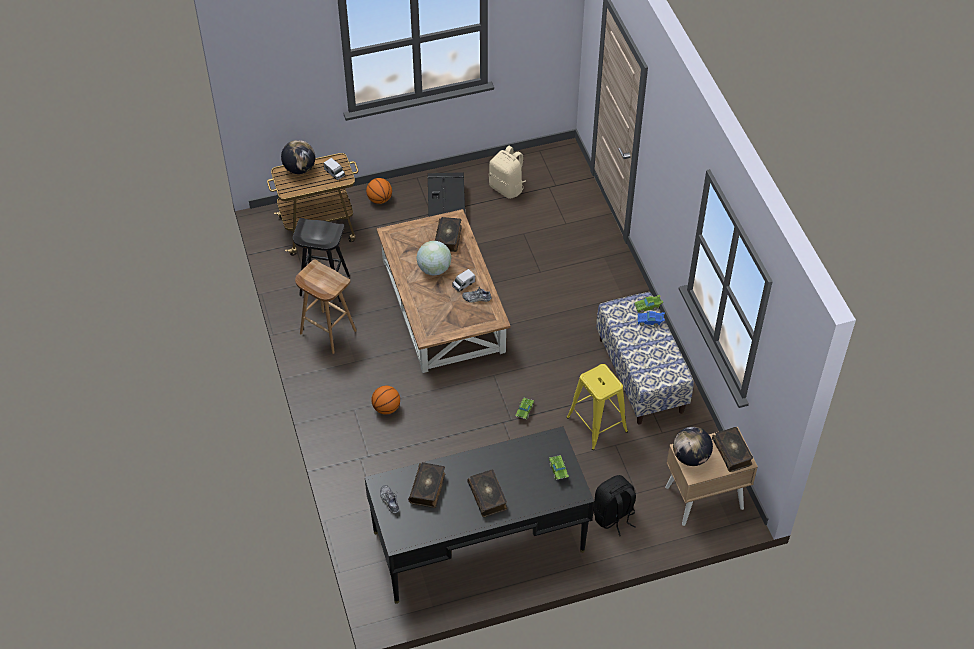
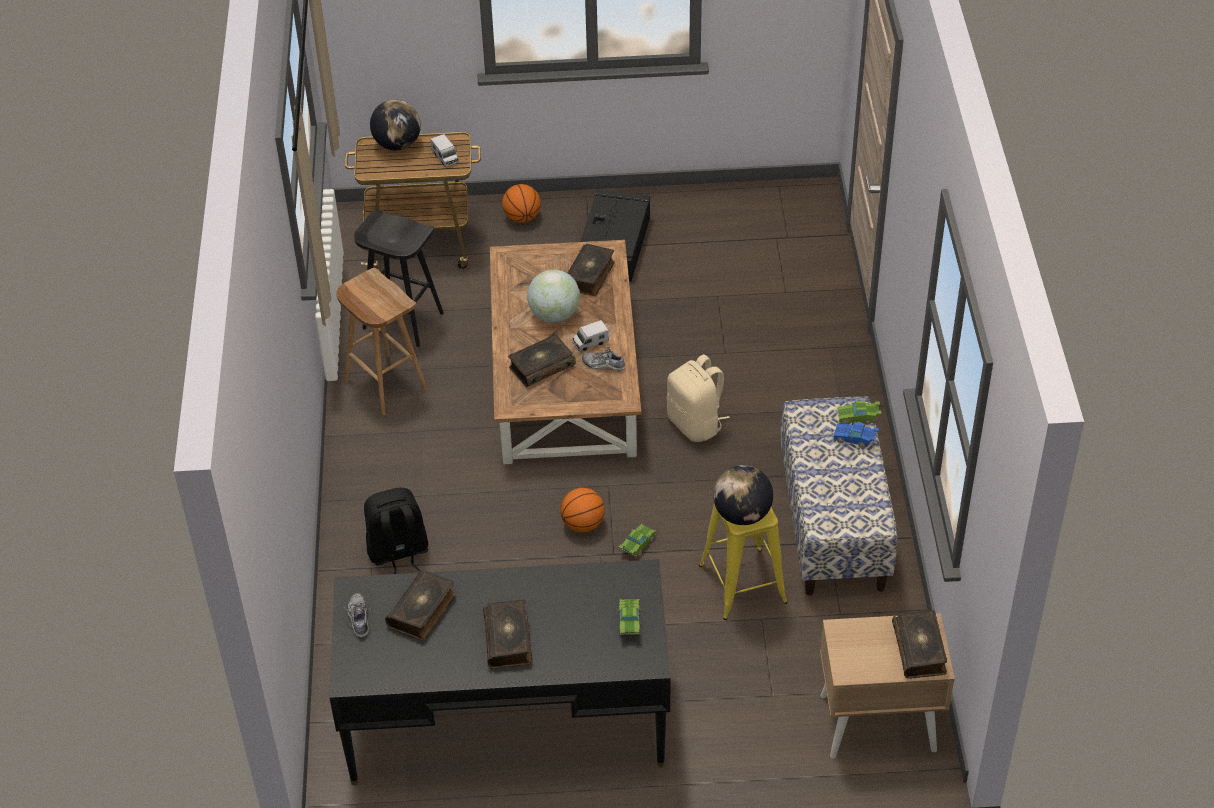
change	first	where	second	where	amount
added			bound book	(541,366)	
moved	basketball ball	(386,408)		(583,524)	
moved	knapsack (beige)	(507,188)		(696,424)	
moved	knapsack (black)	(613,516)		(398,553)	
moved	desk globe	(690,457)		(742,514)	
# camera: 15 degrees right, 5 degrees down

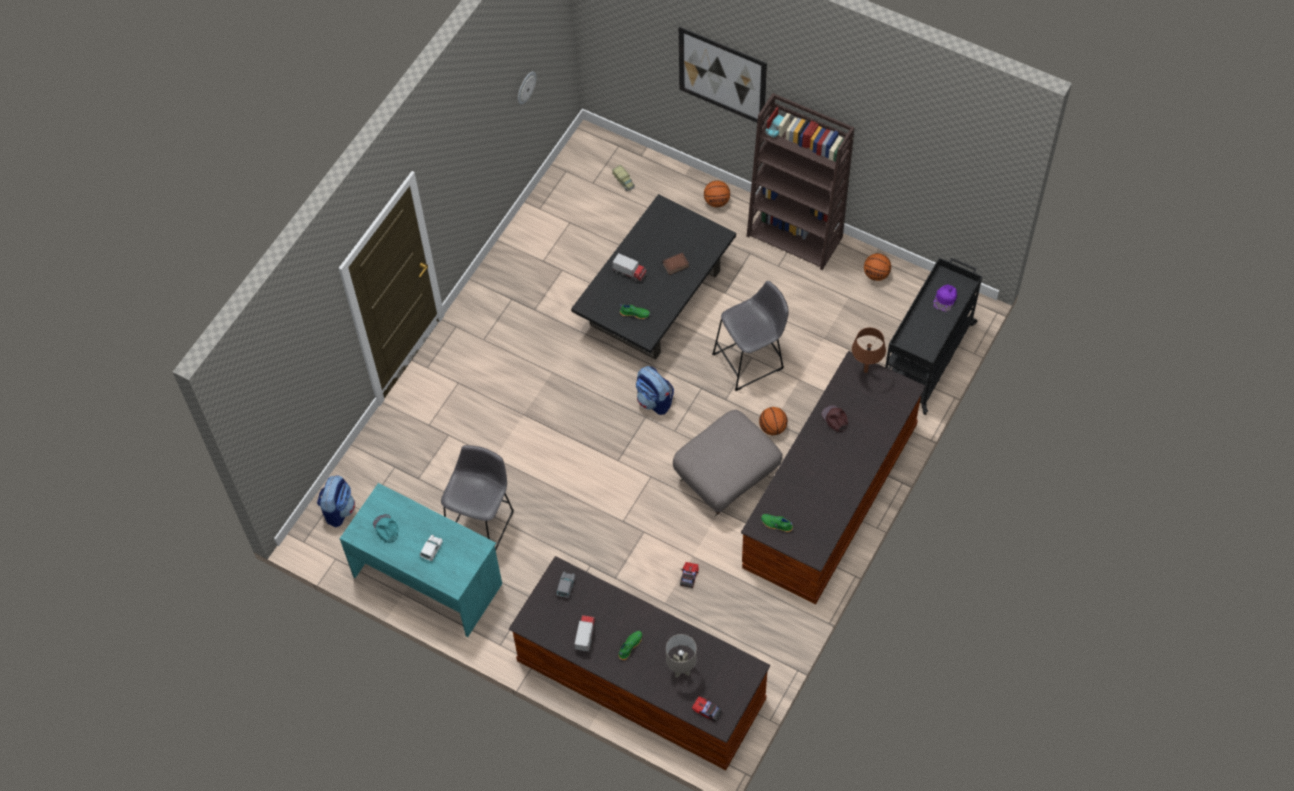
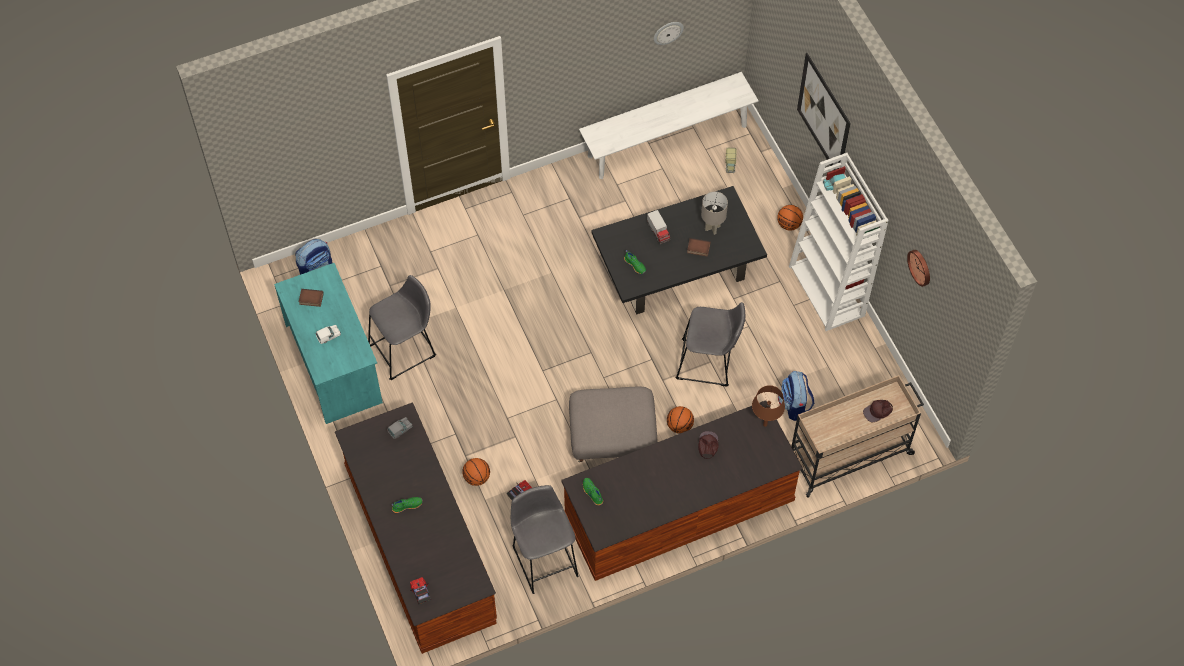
change	first	where	second	where	amount
removed	toy lorry	(585,636)			
added			stool seat (greyish)	(544,558)	
added			indoor bench (white)	(667,141)	
added			hanging clock	(920,267)	
moved	knapsack	(654,401)		(794,405)	
moved	table lamp (greyish)	(681,670)		(712,228)	
moved	basketball ball	(876,274)		(476,477)	
replaced	baseball cap (turquoise)	(386,529)	bound book	(310,299)	
recoloured	bookcase (brown)	(795,236)	bookcase (white)	(827,291)	
recoloured	wheeled cart (black)	(927,356)	wheeled cart (beige)	(850,454)	
recoloured	baseball cap (purple)	(945,299)	baseball cap (brown)	(878,411)	
# camera: 35 degrees right, 0 degrees up

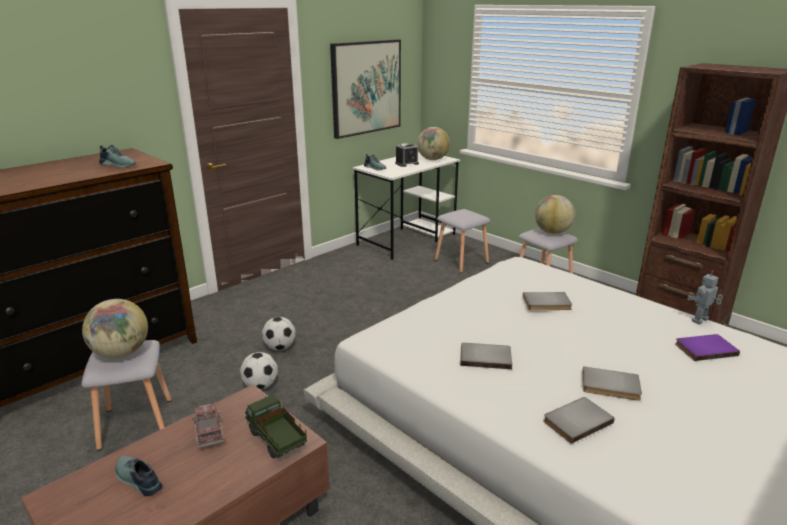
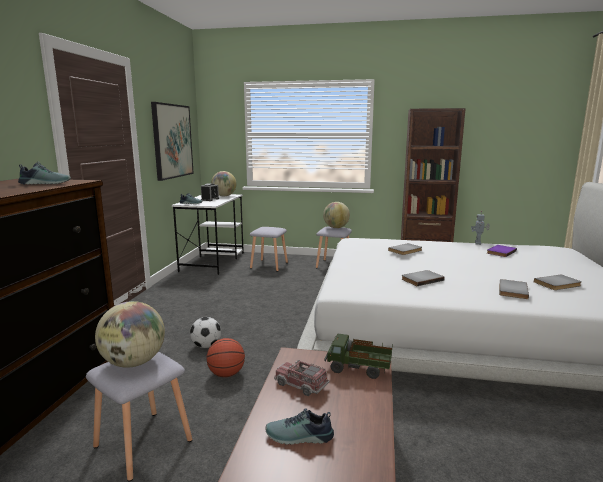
change	first	where	second	where	amount
moved	bound book (greyish)	(610,386)		(558,284)	
replaced	football	(261,386)	basketball ball	(226,374)	
# camera: 35 degrees left, 10 degrees down

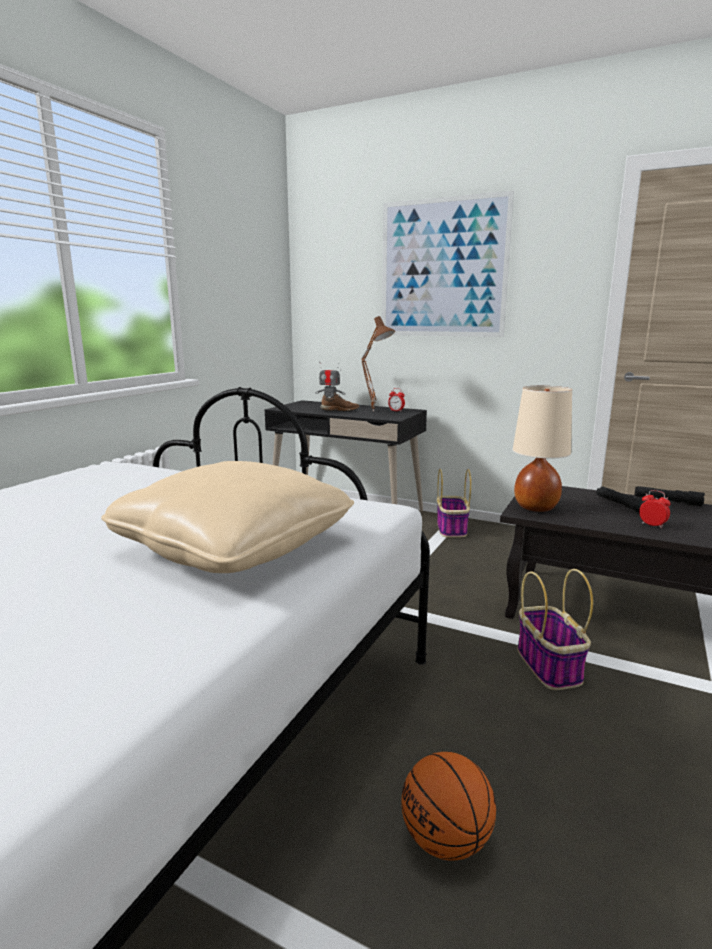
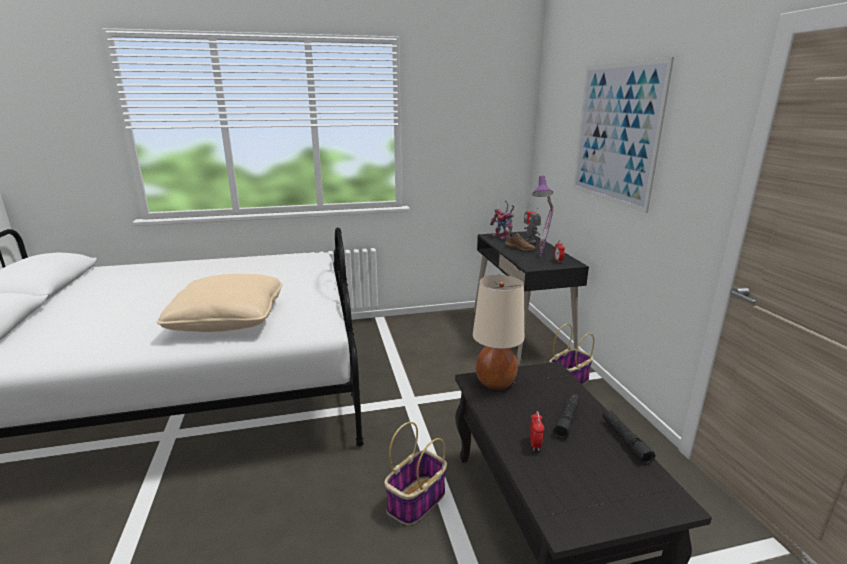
change	first	where	second	where	amount
removed	basketball ball	(445,840)			
added			model robot	(502,237)	
recoloured	table lamp (brown)	(374,411)	table lamp (purple)	(542,256)	
# camera: 50 degrees right, 5 degrees up

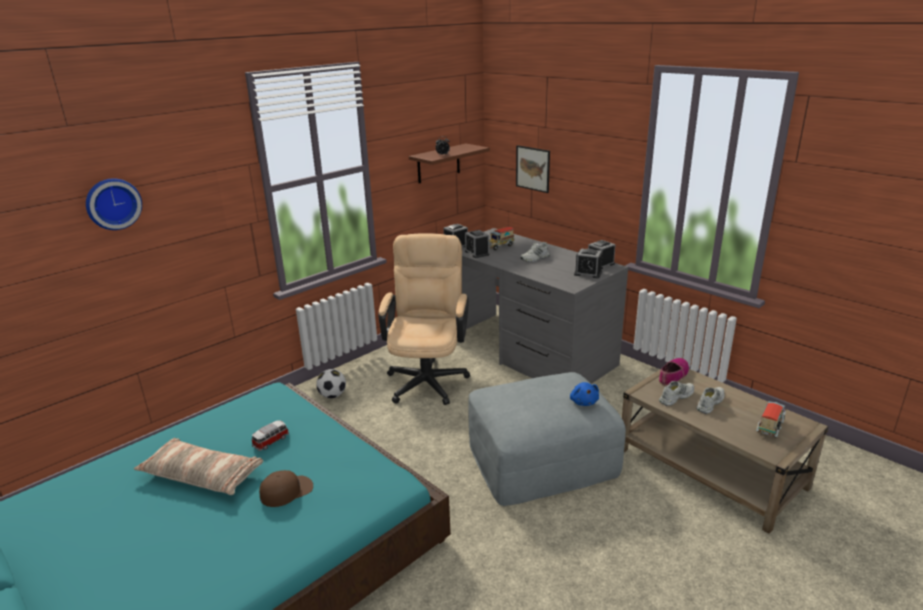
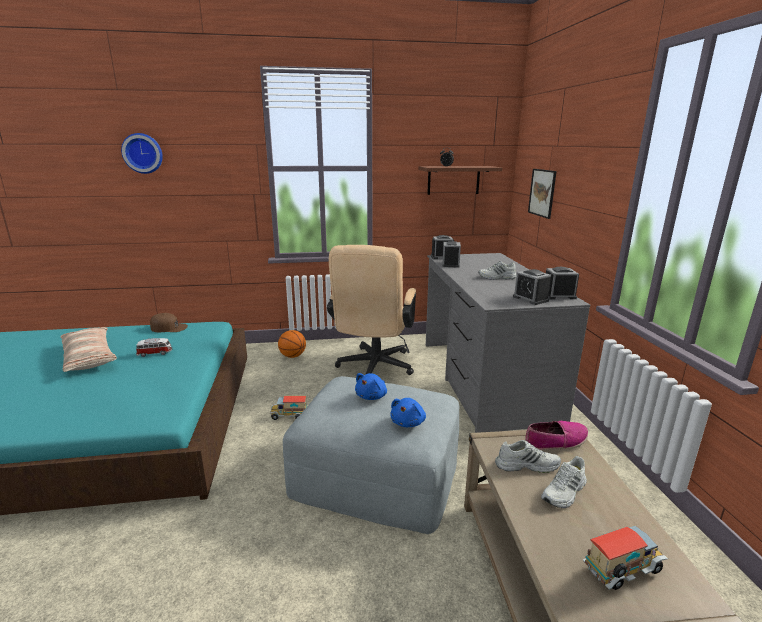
change	first	where	second	where	amount
added			soft toy (bluish)	(372,396)	
moved	baseball cap (brown)	(287,491)		(169,327)	
moved	toy lorry	(499,247)		(289,416)	
replaced	football	(332,395)	basketball ball	(292,356)	
turned	computer chair (beige)	(428,377)		(373,369)	150 degrees clockwise
turned	shoe (white)	(709,403)		(564,492)	150 degrees clockwise
# camera: 35 degrees right, 5 degrees down

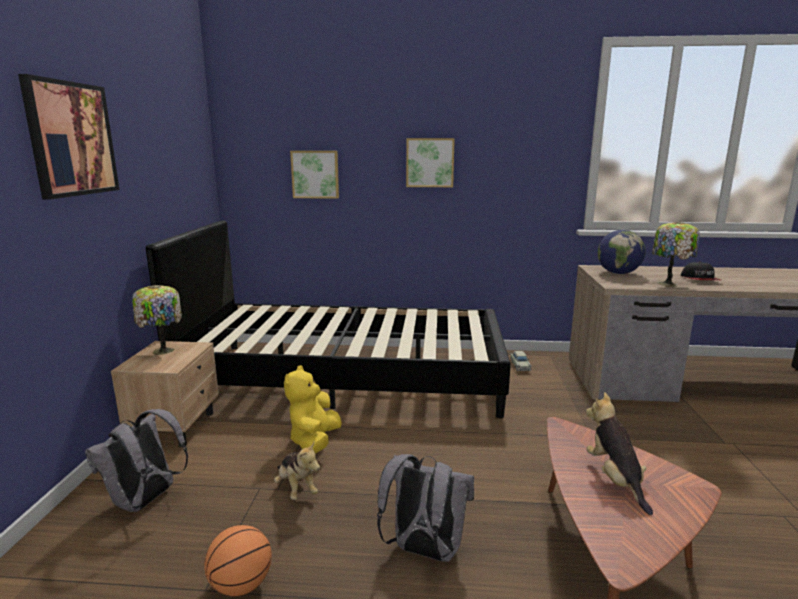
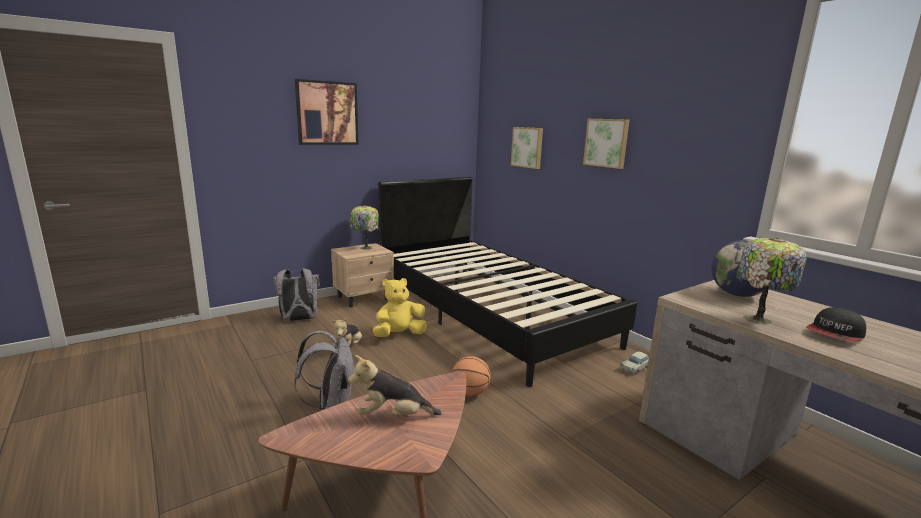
change	first	where	second	where	amount
moved	basketball ball	(241,585)		(470,393)	
turned	soft toy	(615,479)		(393,416)	135 degrees counterclockwise
# camera: 50 degrees right, 0 degrees up

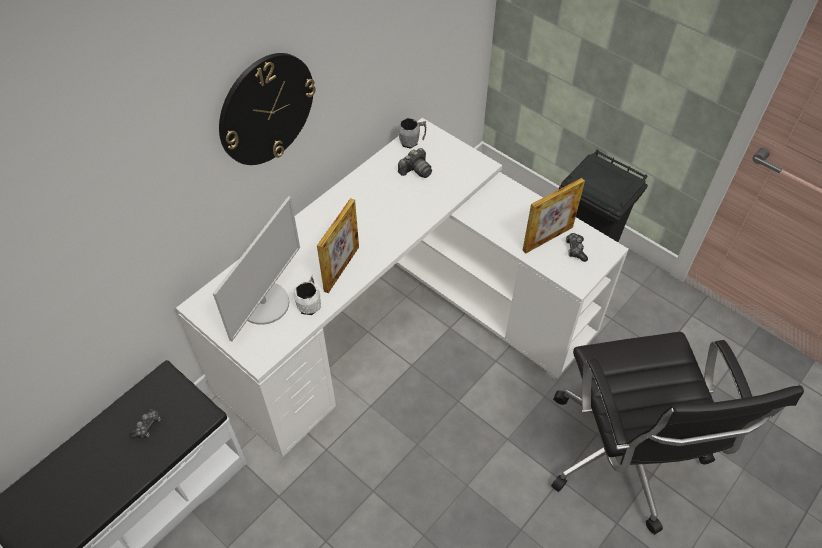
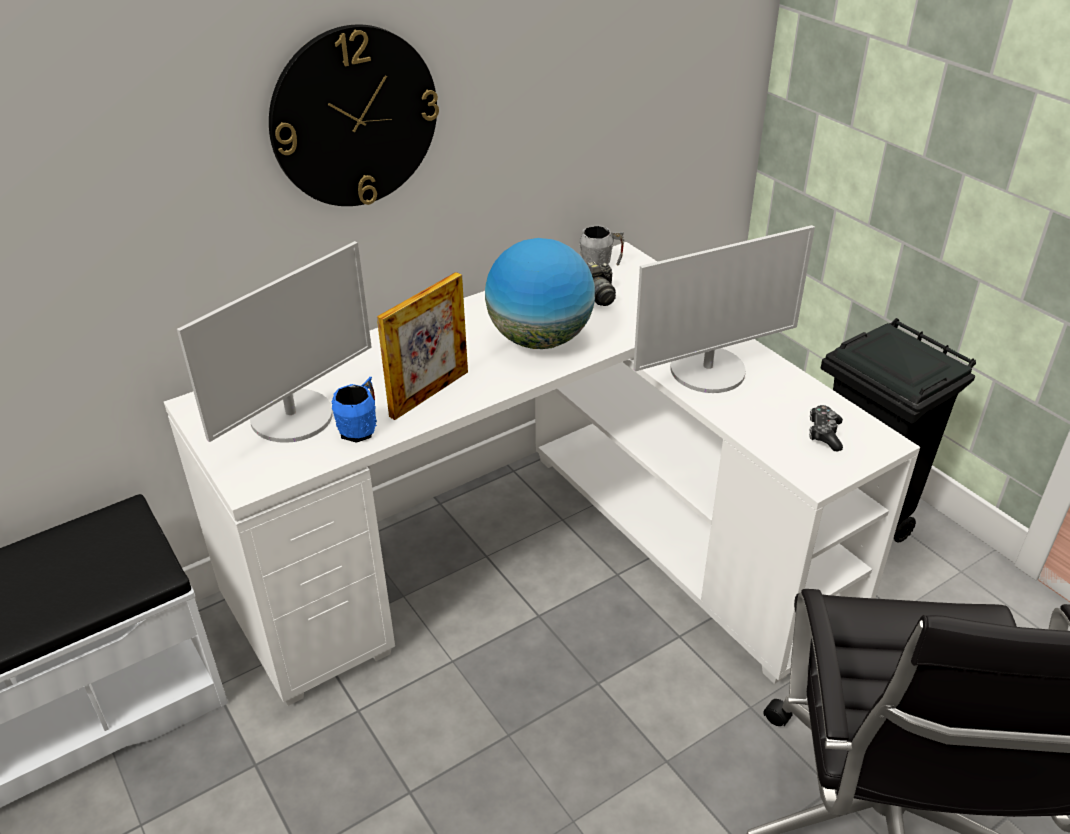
change	first	where	second	where	amount
removed	joypad	(147,426)			
removed	standing frame	(547,238)			
added			desk globe	(539,339)	
added			computer display	(708,371)	
recoloured	tea mug (white)	(310,303)	tea mug (bluish)	(361,428)	
# camera: 15 degrees right, 15 degrees down

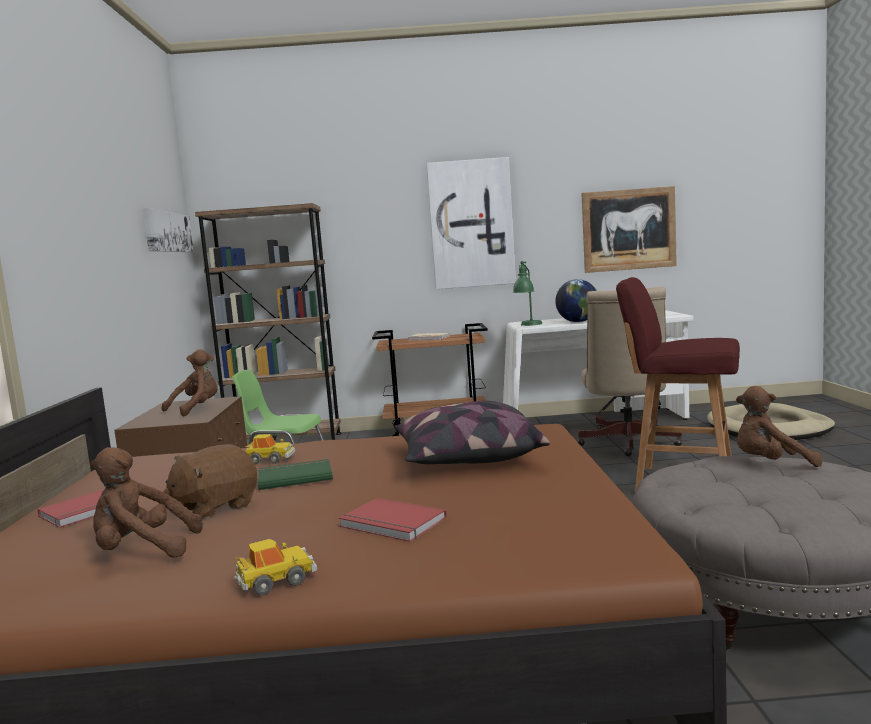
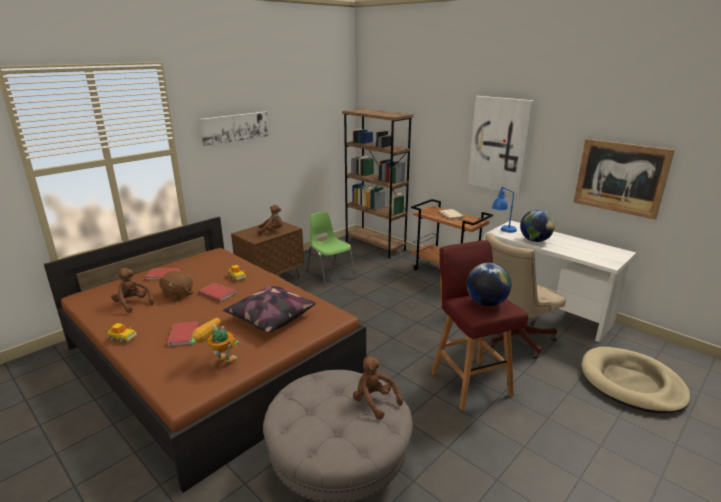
change	first	where	second	where	amount
added			model robot	(218,361)	
added			desk globe	(486,303)	
moved	wall picture	(167,232)		(234,127)	
recoloured	bound book (green-coloured)	(295,477)	bound book (reddish)	(218,293)	
recoloured	table lamp (green-coloured)	(528,325)	table lamp (bluish)	(502,230)	
turned	soft toy (brown)	(215,507)		(178,295)	150 degrees counterclockwise
# camera: 45 degrees right, 15 degrees up

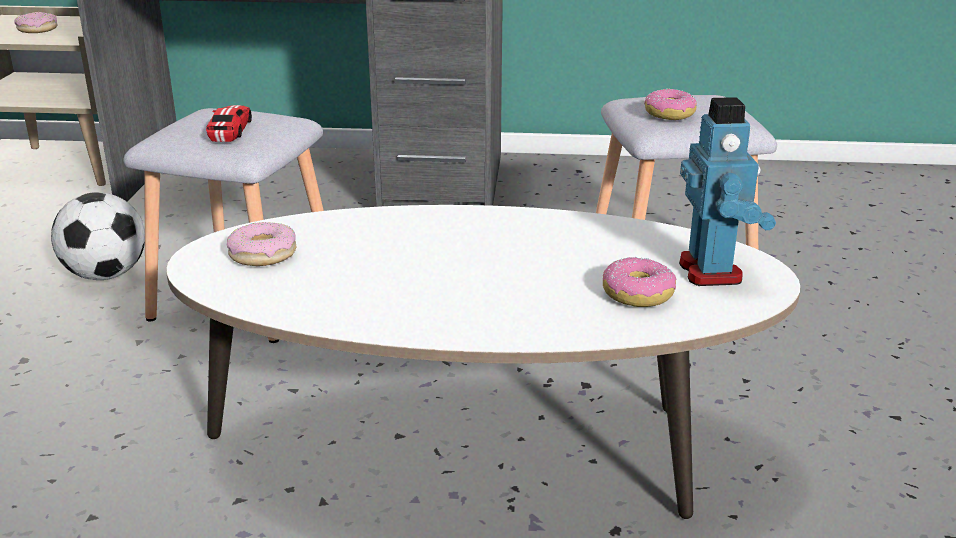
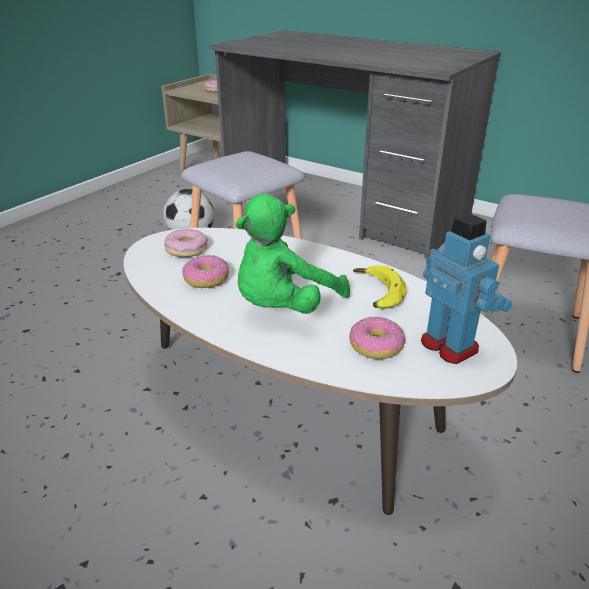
change	first	where	second	where	amount
removed	model car	(229,129)			
added			soft toy (green-coloured)	(284,307)	
added			banana fruit	(375,294)	
moved	ring doughnut	(669,114)		(206,279)	
turned	model robot	(711,271)		(450,345)	60 degrees counterclockwise
# camera: 30 degrees right, 5 degrees up

